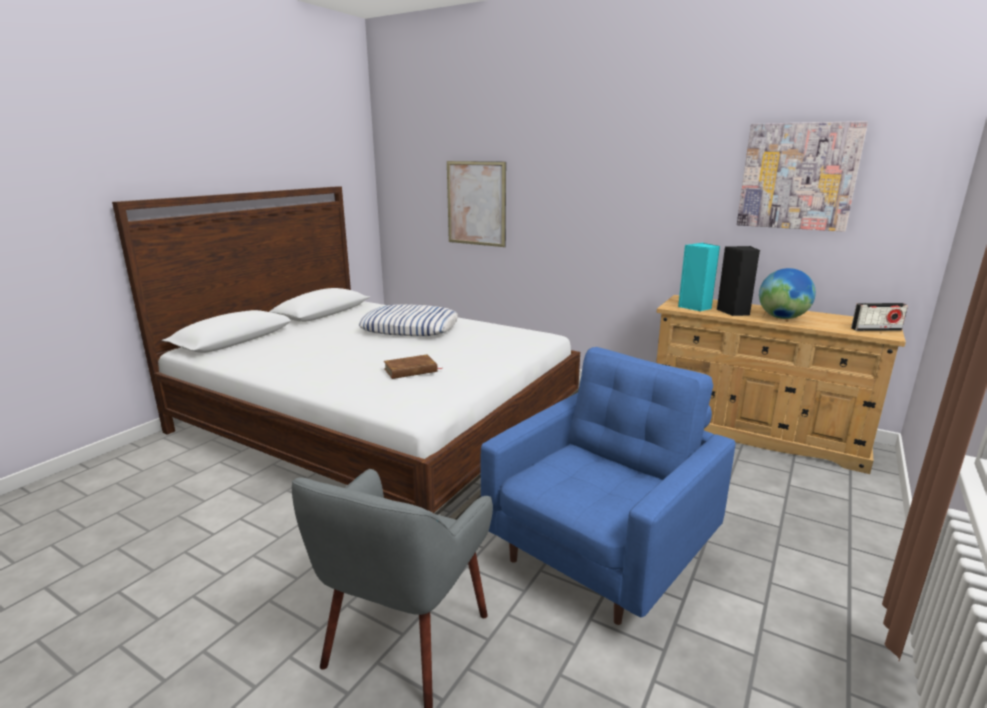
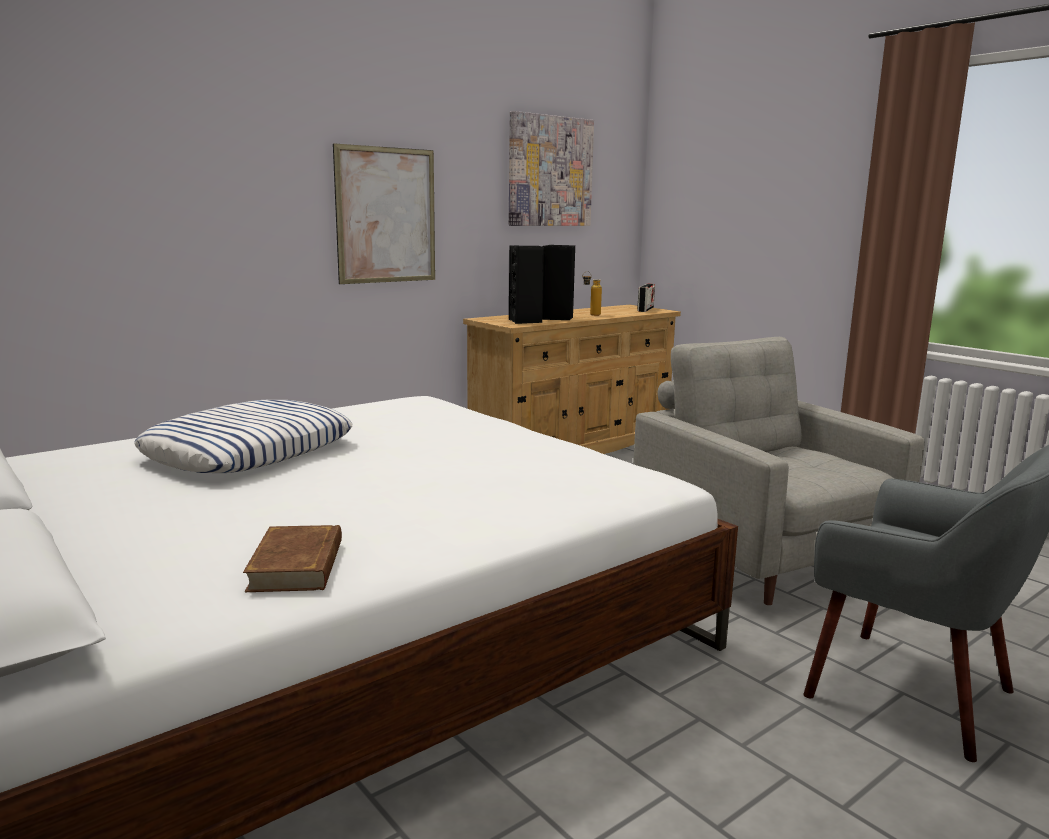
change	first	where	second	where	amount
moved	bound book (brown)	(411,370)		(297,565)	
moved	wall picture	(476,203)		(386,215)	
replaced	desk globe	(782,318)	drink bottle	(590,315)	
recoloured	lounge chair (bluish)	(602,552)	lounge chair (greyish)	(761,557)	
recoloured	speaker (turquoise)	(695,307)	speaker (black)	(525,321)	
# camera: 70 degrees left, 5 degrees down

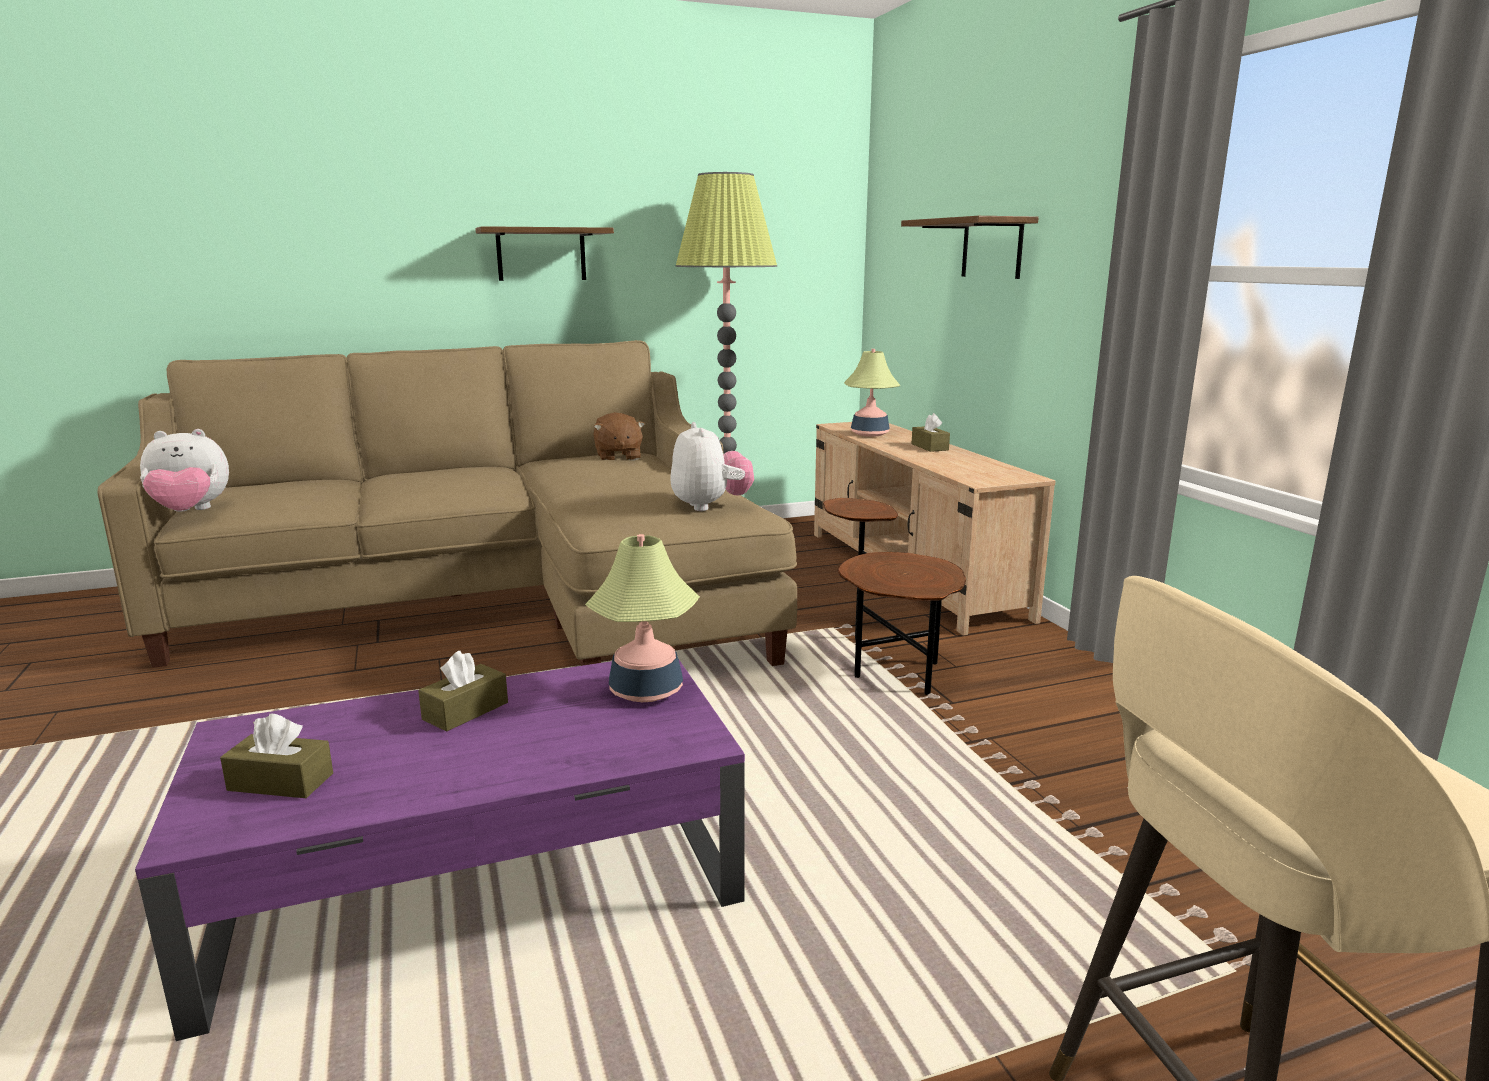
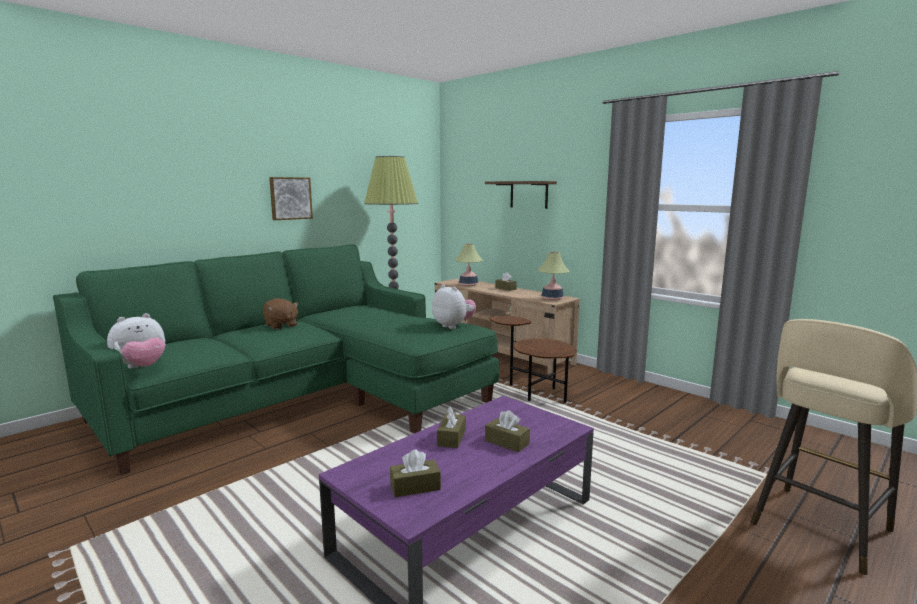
change	first	where	second	where	amount
added			tissue box (brown)	(507,442)	
moved	table lamp	(646,690)		(552,298)	
moved	soft toy (brown)	(618,457)		(281,325)	
replaced	wall shelf	(541,254)	wall picture	(290,198)	
recoloured	couch (beige)	(493,601)	couch (green-coloured)	(303,398)	
# camera: 25 degrees left, 5 degrees down

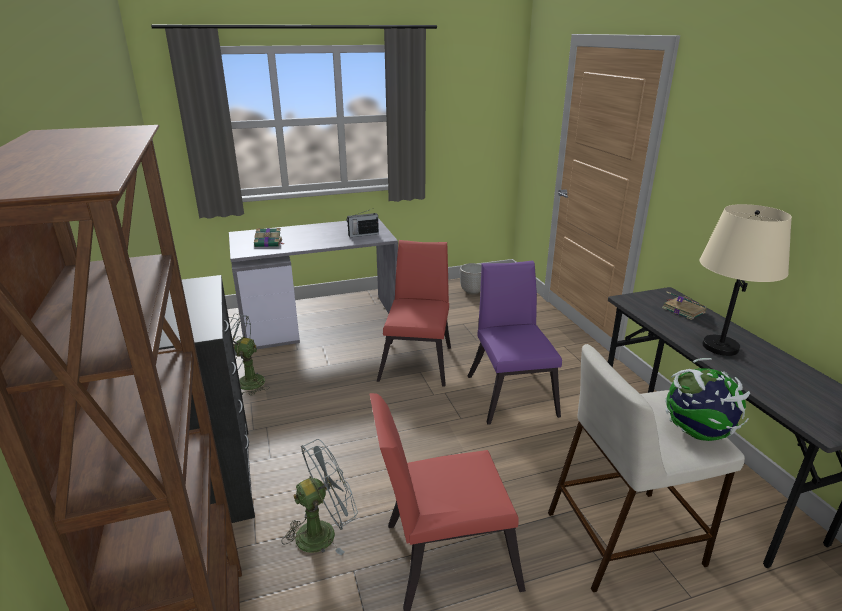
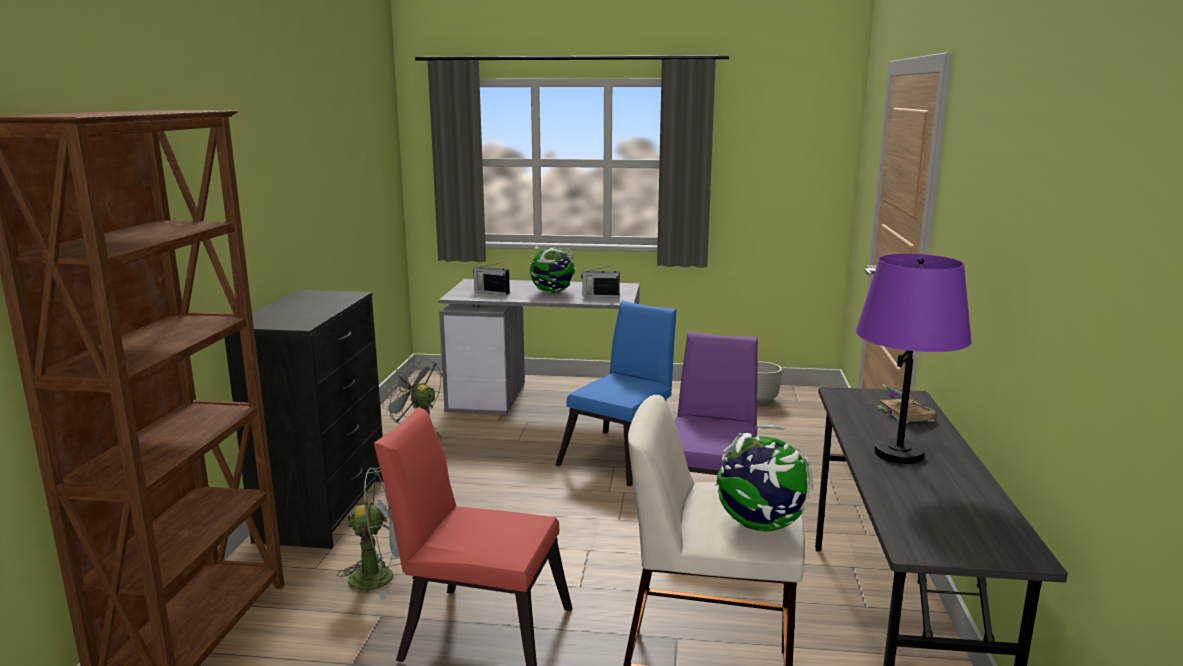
change	first	where	second	where	amount
added			desk globe	(552,292)	
replaced	bound book	(269,243)	radio	(491,292)	
recoloured	chair (reddish)	(418,360)	chair (bluish)	(622,455)	
recoloured	table lamp (beige)	(719,346)	table lamp (purple)	(898,453)	
# camera: 25 degrees right, 10 degrees down

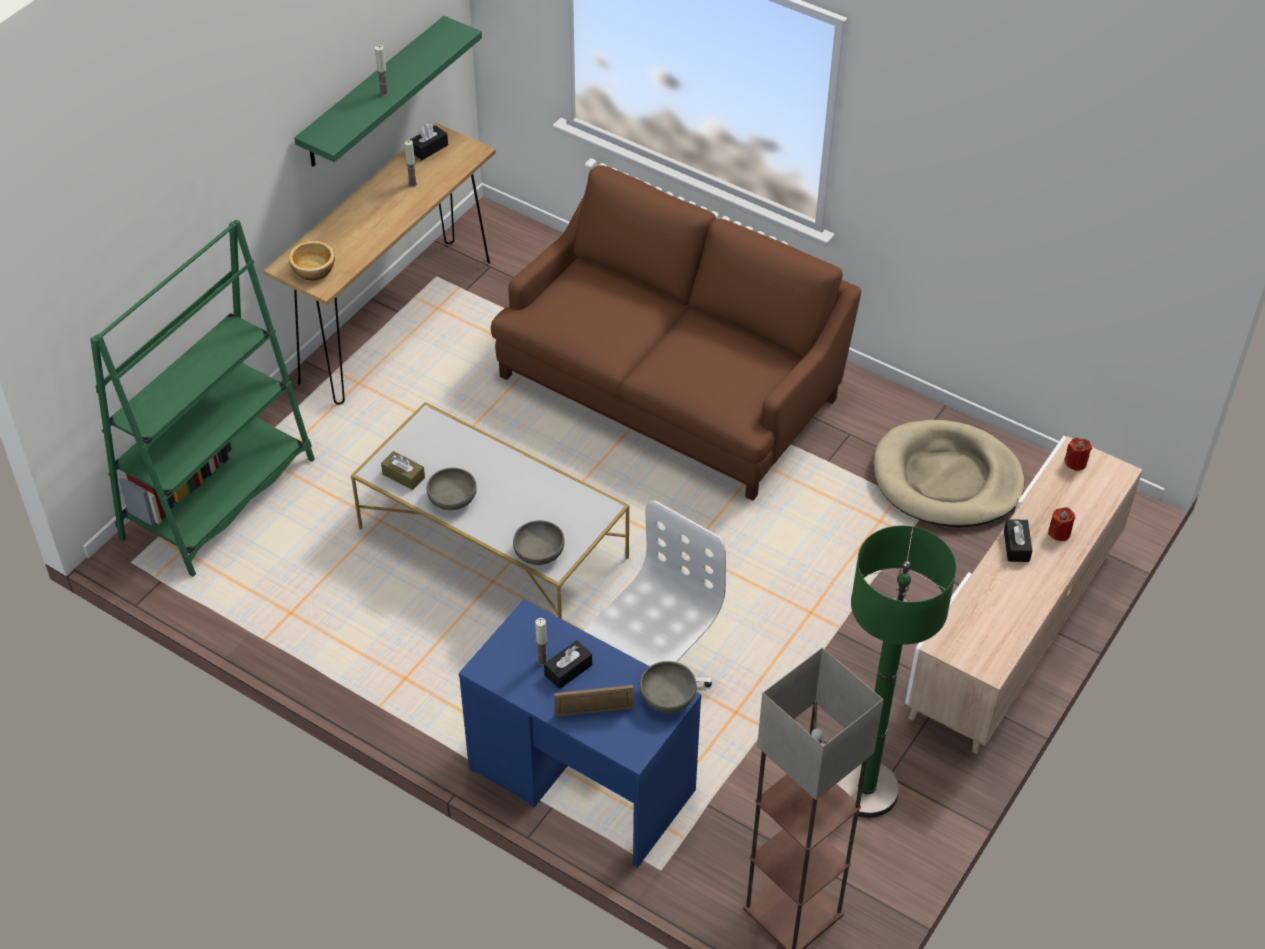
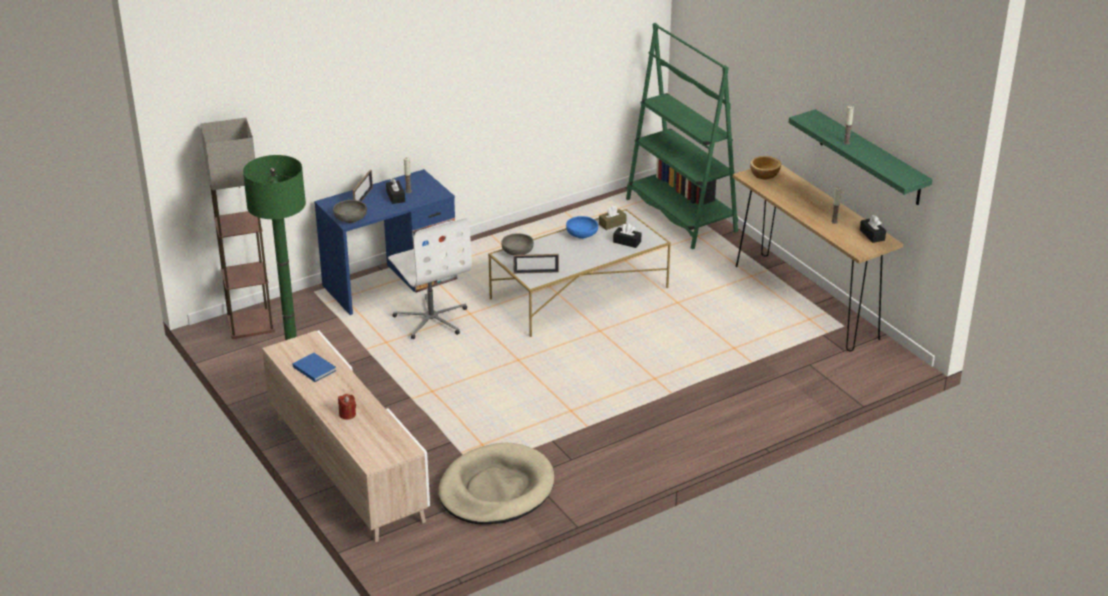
change	first	where	second	where	amount
removed	couch (brown)	(672,382)			
removed	candle (reddish)	(1075,462)			
added			bound book (bluish)	(314,368)	
added			standing frame	(536,272)	
moved	tissue box (black)	(1016,546)		(627,242)	
recoloured	serving bowl (greyish)	(452,499)	serving bowl (bluish)	(581,235)	
# camera: 115 degrees right, 15 degrees down

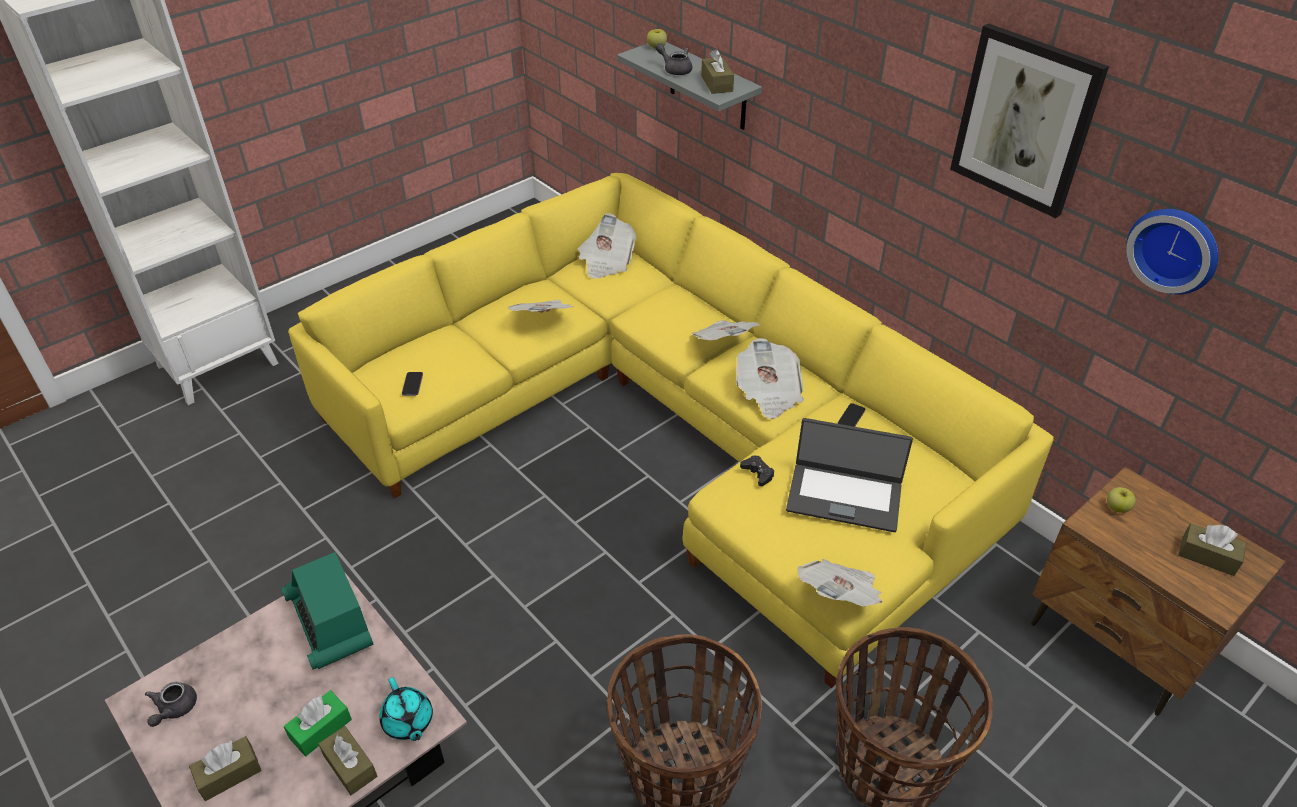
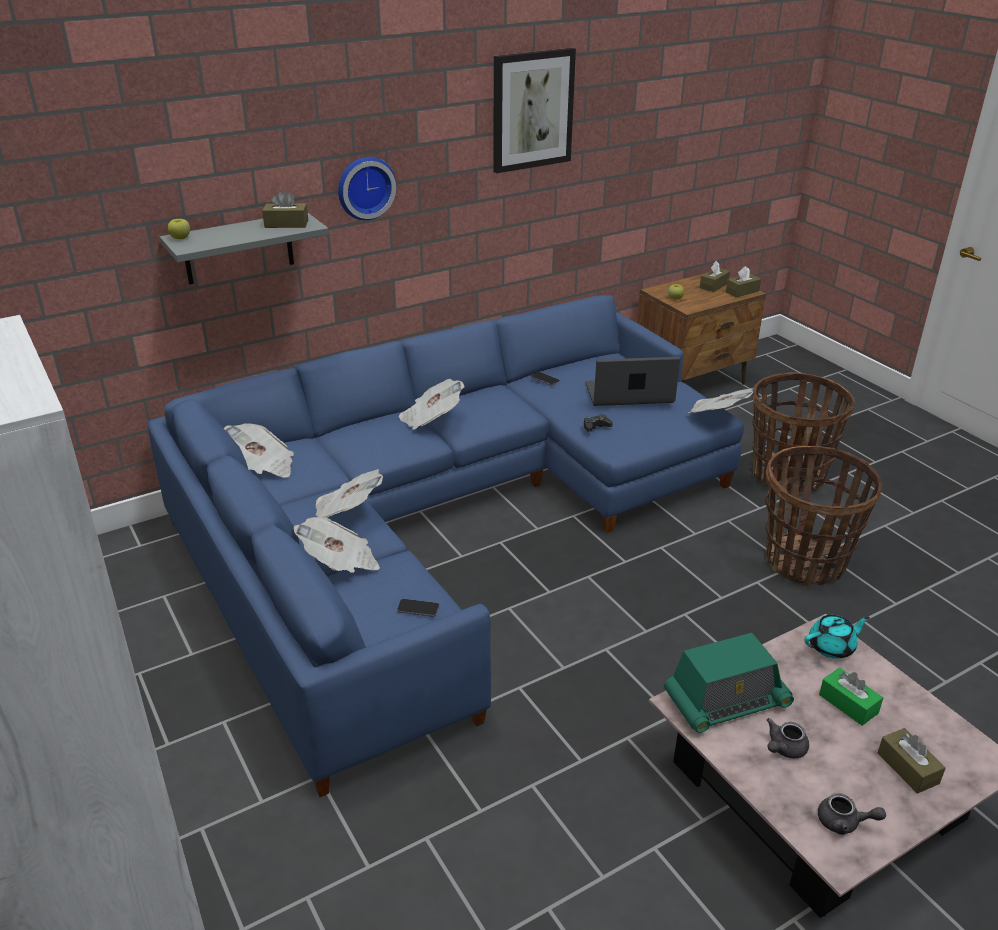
change	first	where	second	where	amount
moved	tissue box (brown)	(350,766)		(742,291)	
moved	teapot (greyish)	(675,69)		(784,749)	
moved	daily paper	(768,393)		(340,563)	
moved	hanging clock	(1175,248)		(365,187)	
recoloured	couch (yellowish)	(669,429)	couch (bluish)	(443,522)	
turned	notebook computer	(844,496)		(629,394)	120 degrees counterclockwise
# camera: 80 degrees left, 10 degrees down

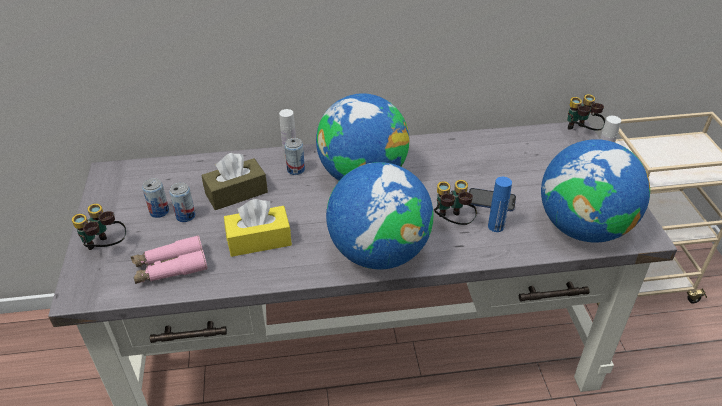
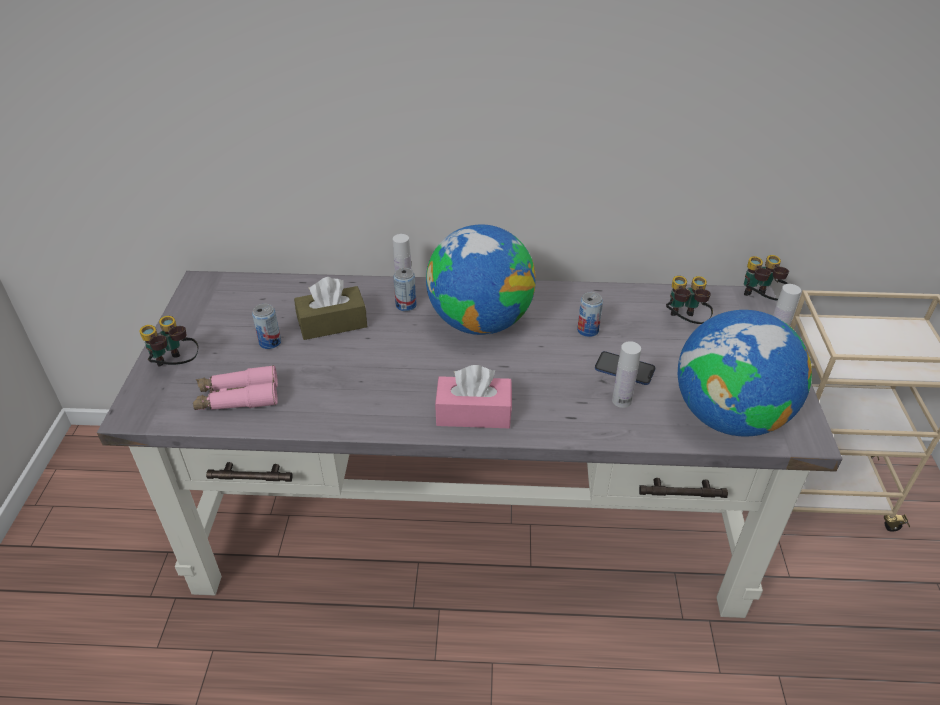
change	first	where	second	where	amount
removed	tissue box (yellowish)	(259,240)			
moved	metal can	(159,212)		(588,330)	
moved	field glasses	(451,223)		(683,323)	
replaced	desk globe	(378,253)	tissue box (pink-coloured)	(473,413)	
recoloured	drink bottle (bluish)	(496,226)	drink bottle (white)	(621,400)	
# camera: 10 degrees right, 0 degrees up

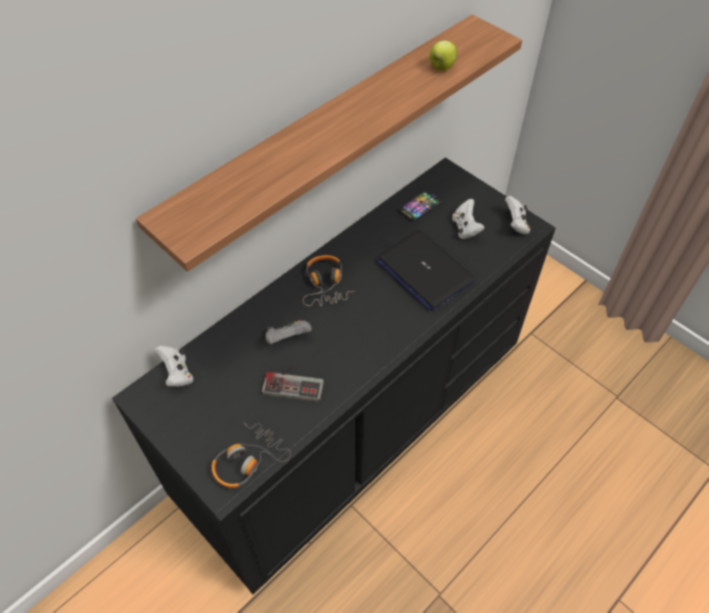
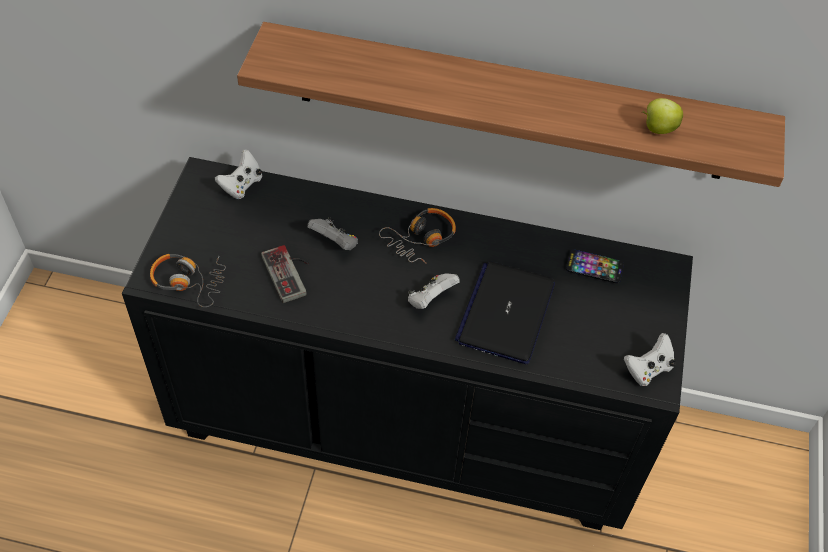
change	first	where	second	where	amount
moved	joypad (white)	(465,228)		(430,299)	
# camera: 55 degrees right, 0 degrees up

